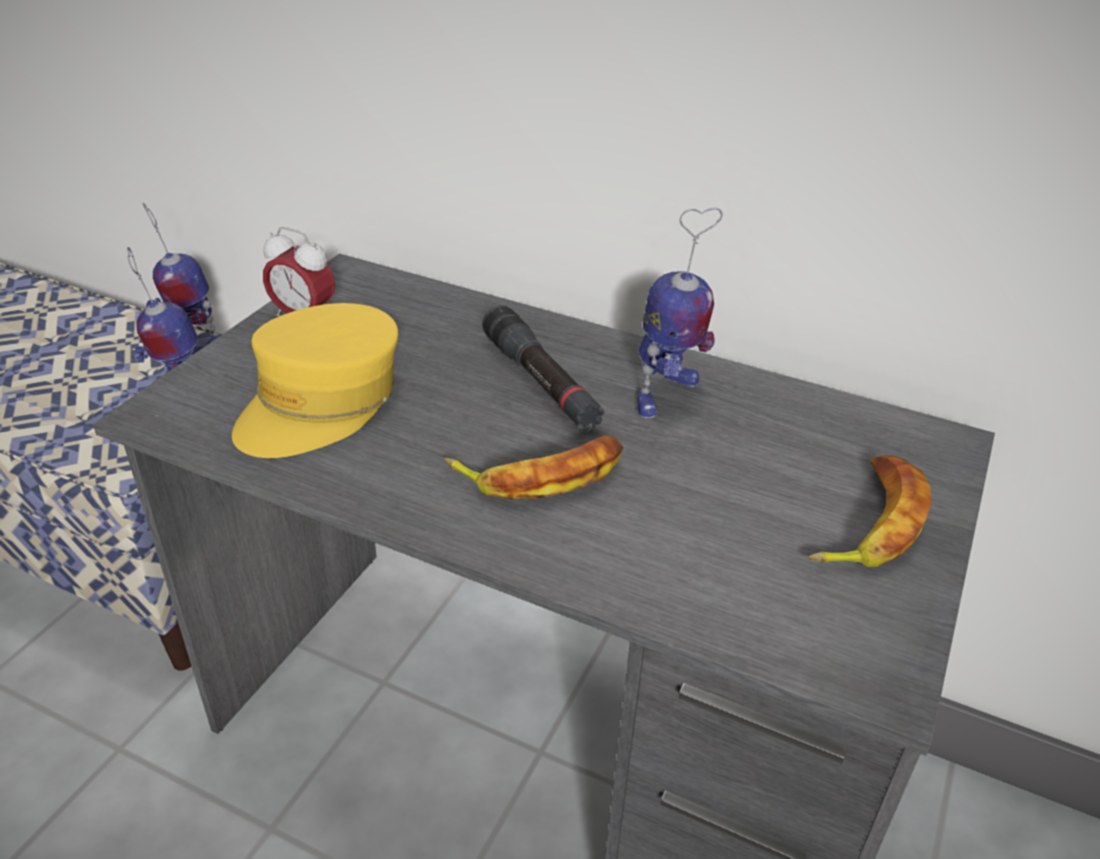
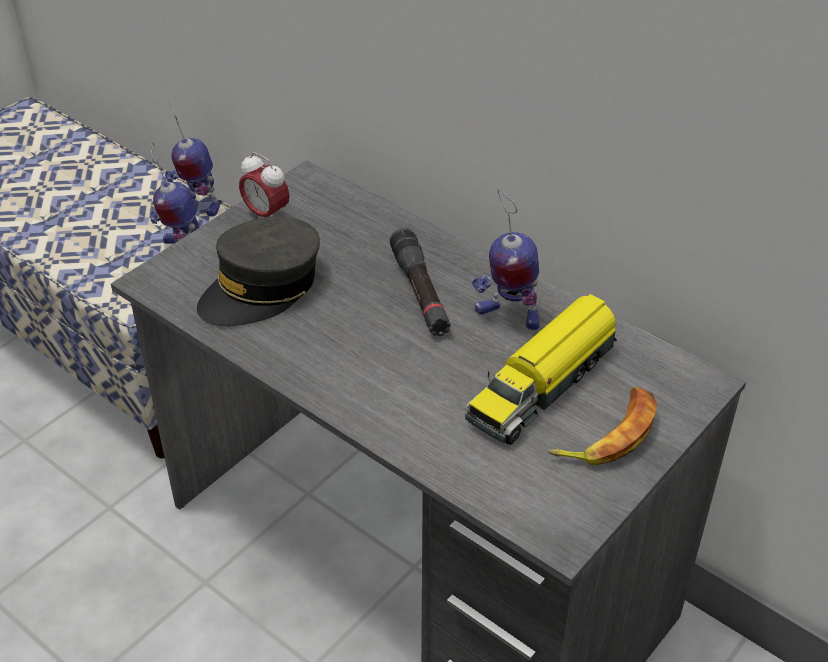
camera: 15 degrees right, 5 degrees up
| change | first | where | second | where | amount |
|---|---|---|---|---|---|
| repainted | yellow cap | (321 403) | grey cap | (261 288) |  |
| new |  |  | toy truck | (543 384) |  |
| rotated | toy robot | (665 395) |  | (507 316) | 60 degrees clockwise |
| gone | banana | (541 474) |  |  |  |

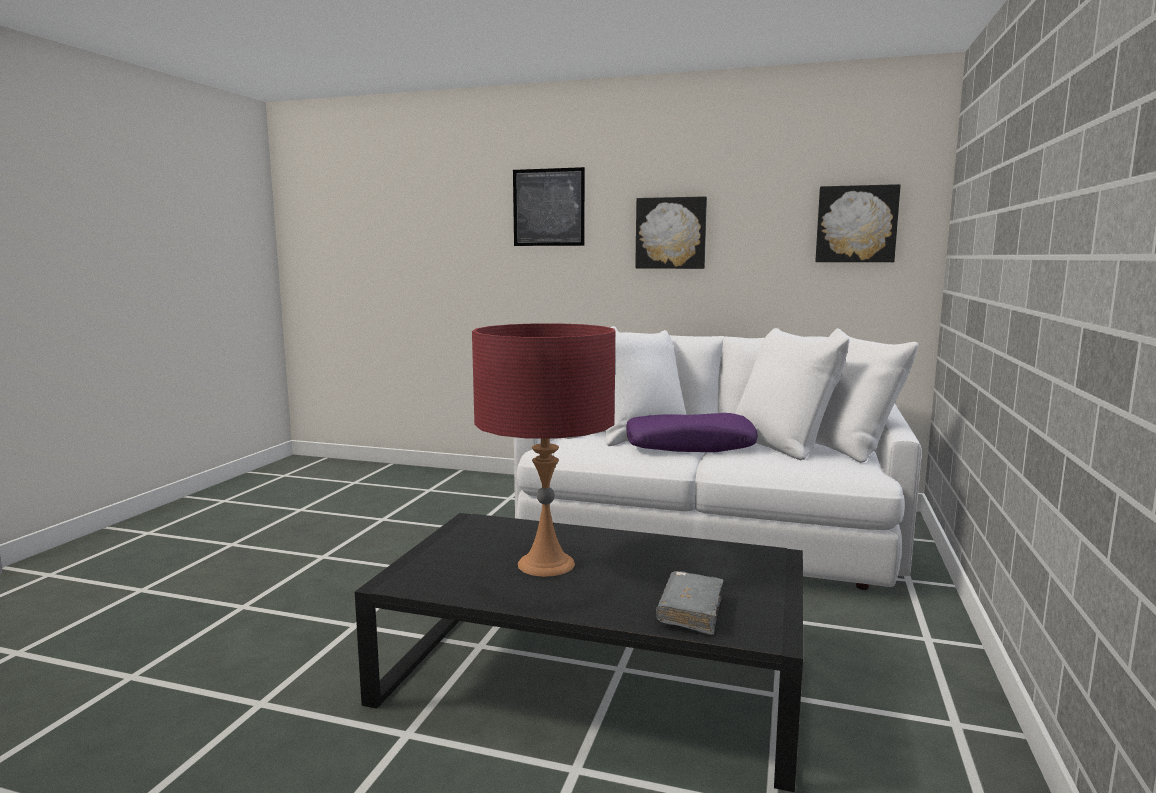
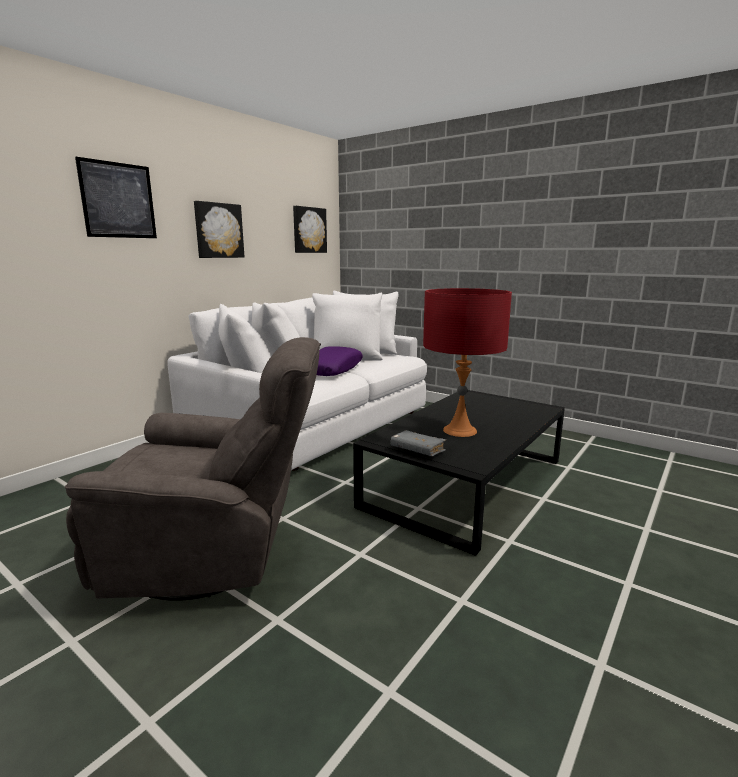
camera: 70 degrees left, 5 degrees up
| change | first | where | second | where | amount |
|---|---|---|---|---|---|
| new |  |  | grey armchair | (215 554) |  |
| shifted | grey book | (690 612) |  | (417 450) |  |

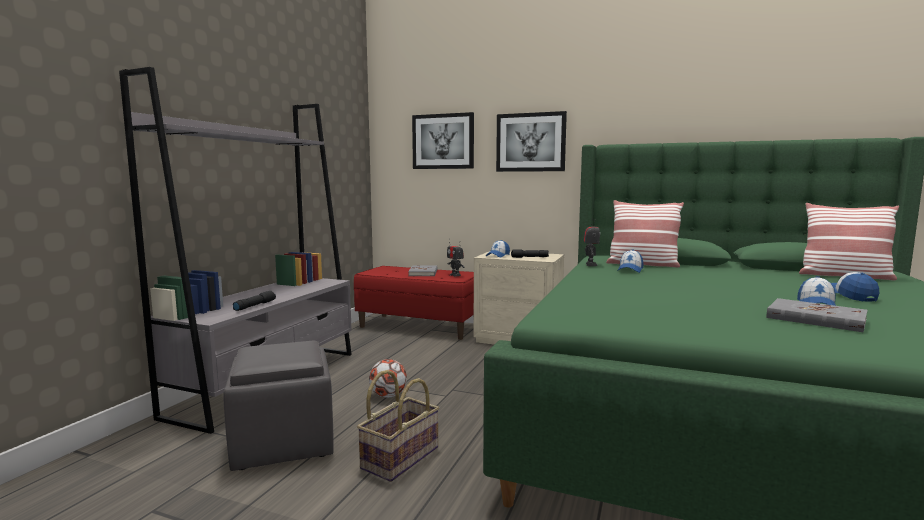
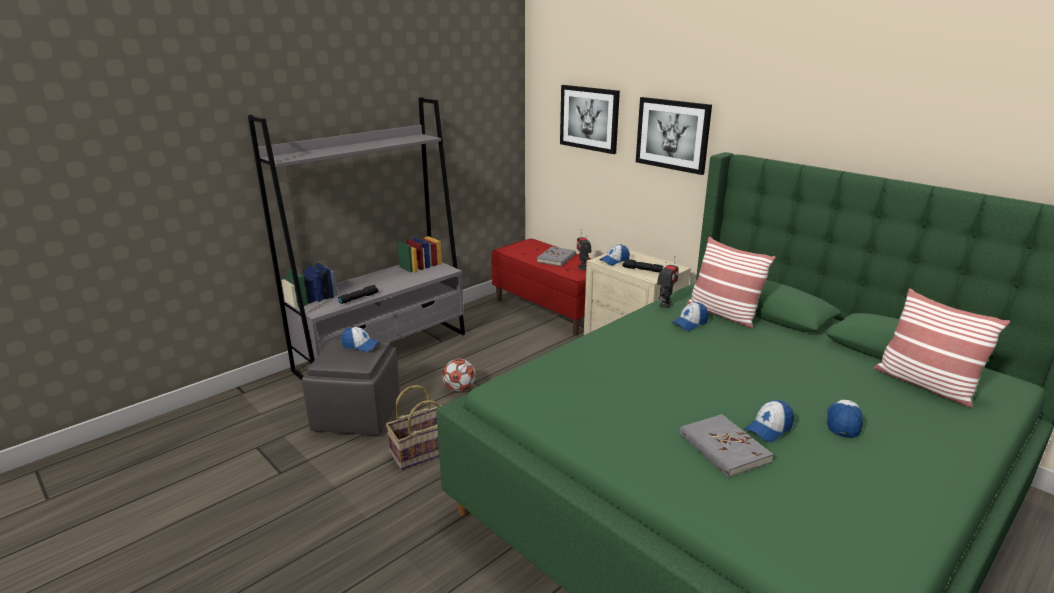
camera: 25 degrees right, 15 degrees up
| change | first | where | second | where | amount |
|---|---|---|---|---|---|
| new |  |  | cap | (360 345) |  |

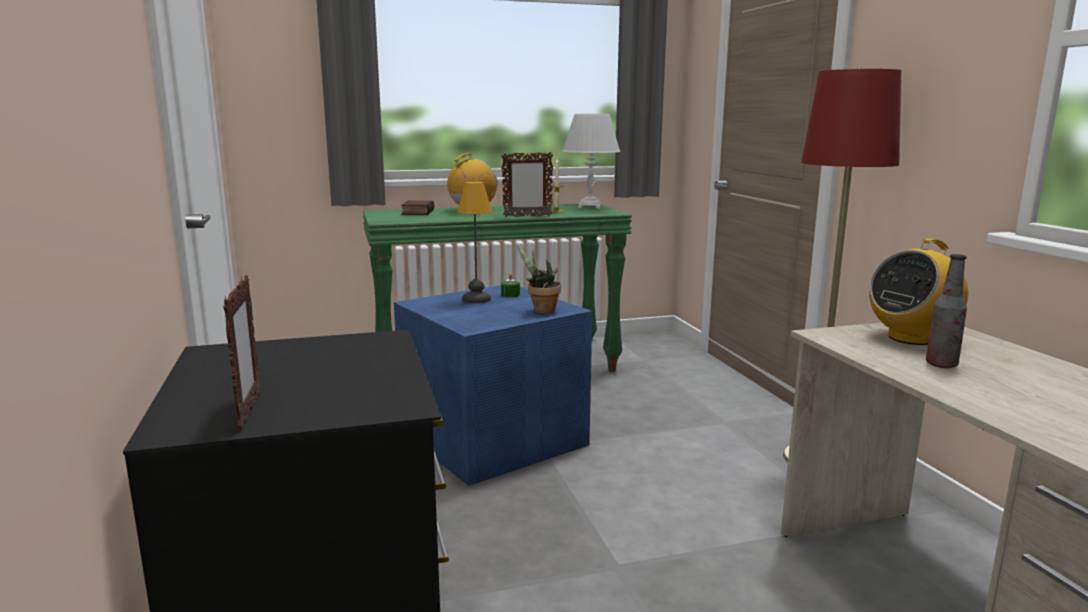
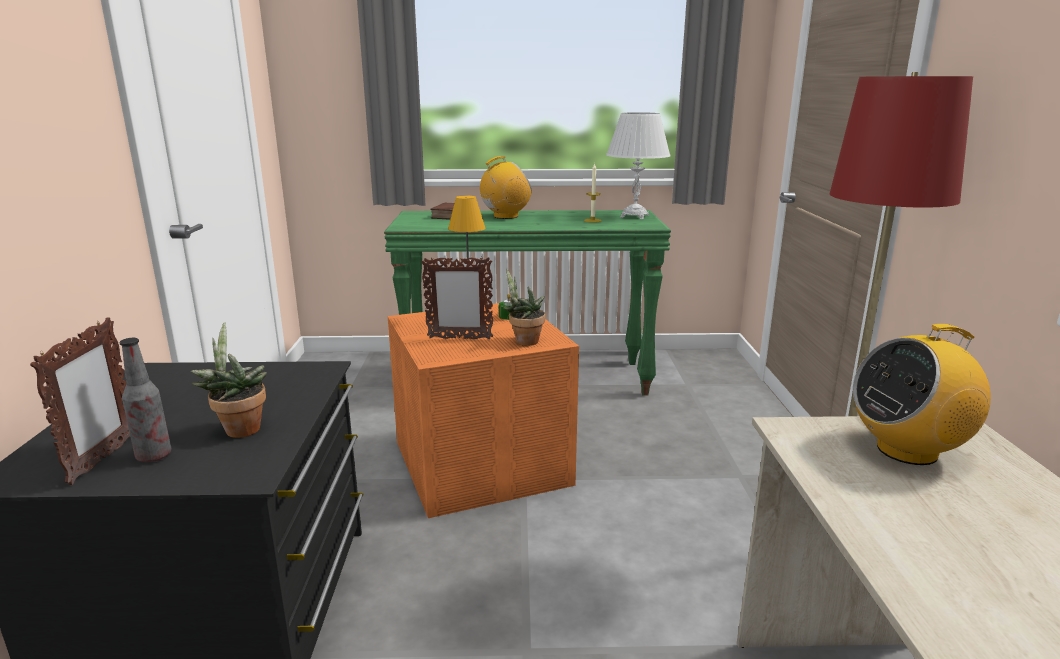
camera: 15 degrees right, 5 degrees up
| change | first | where | second | where | amount |
|---|---|---|---|---|---|
| shifted | bottle | (941 364) |  | (154 456) |  |
| new |  |  | potted plant | (239 428) |  |
| repainted | blue storage box | (489 438) | orange storage box | (478 462) |  |
| shifted | picture frame | (527 216) |  | (459 338) |  |

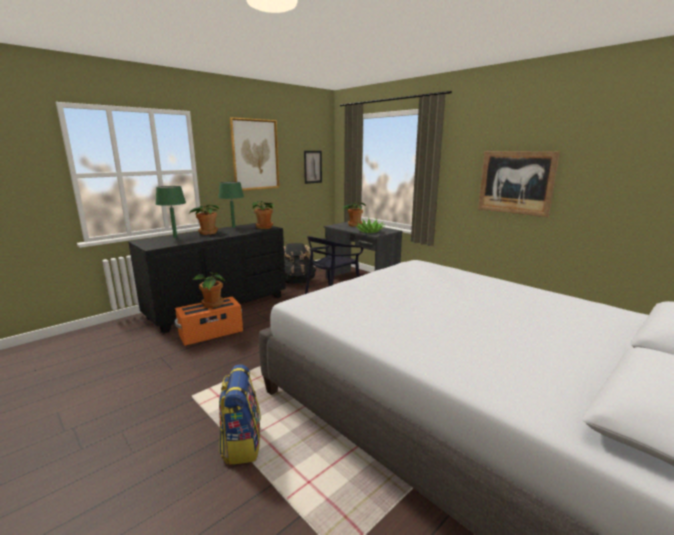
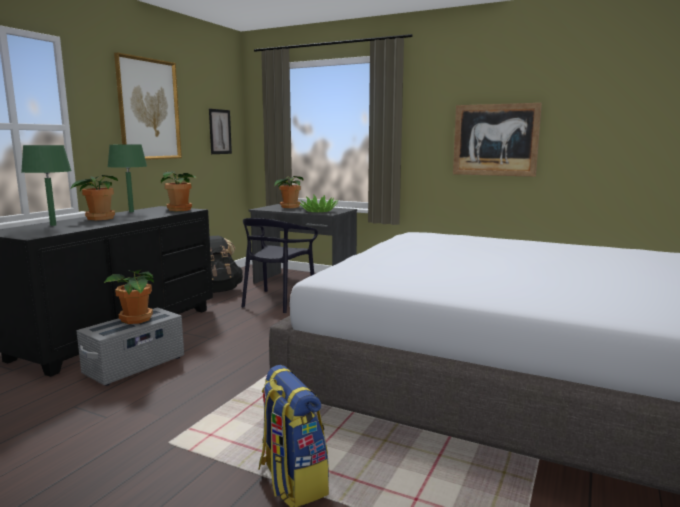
camera: 20 degrees left, 5 degrees down
| change | first | where | second | where | amount |
|---|---|---|---|---|---|
| repainted | orange storage box | (211 334) | grey storage box | (135 366) |  |

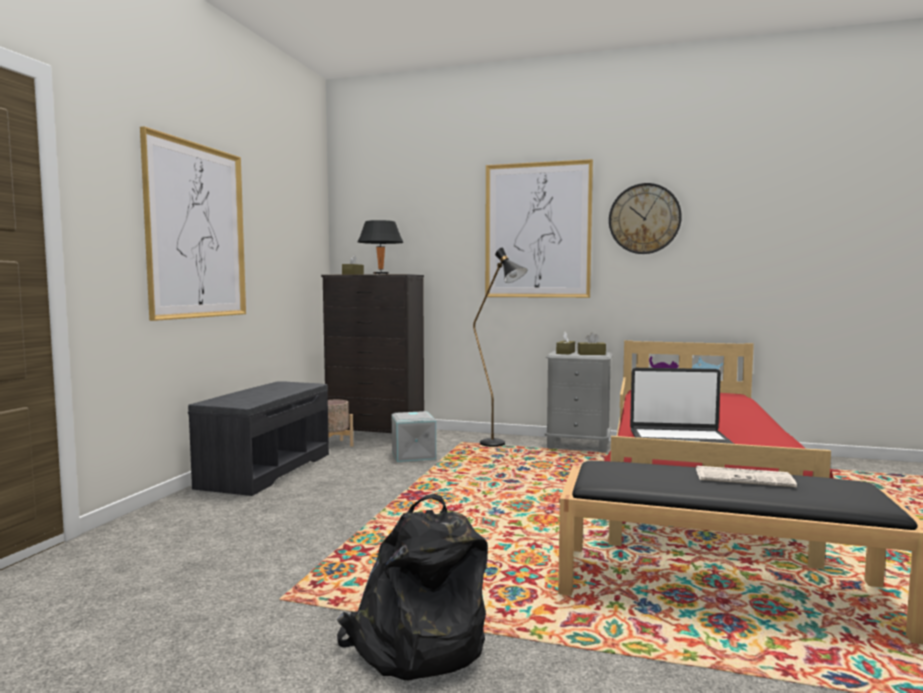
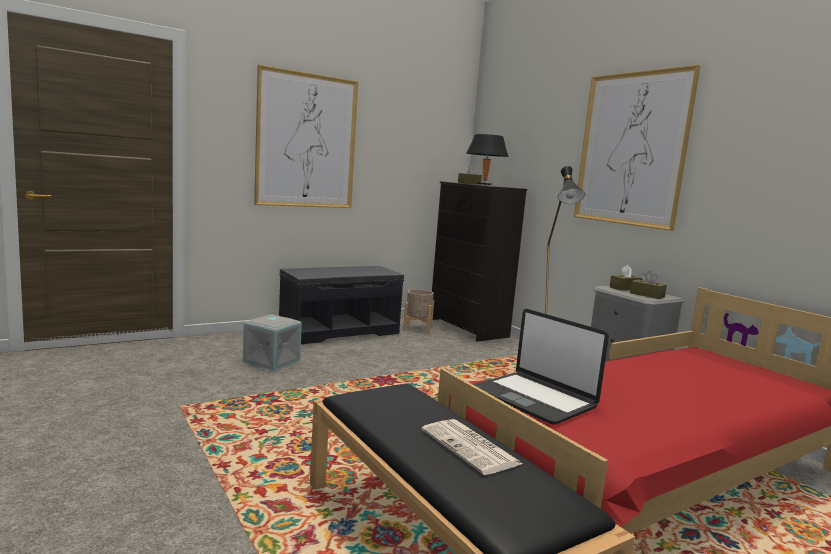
camera: 40 degrees right, 5 degrees up
| change | first | where | second | where | amount |
|---|---|---|---|---|---|
| shifted | grey storage box | (412 455) |  | (271 360) |  |
| gone | black backpack | (416 644) |  |  |  |
| gone | wall clock | (644 219) |  |  |  |

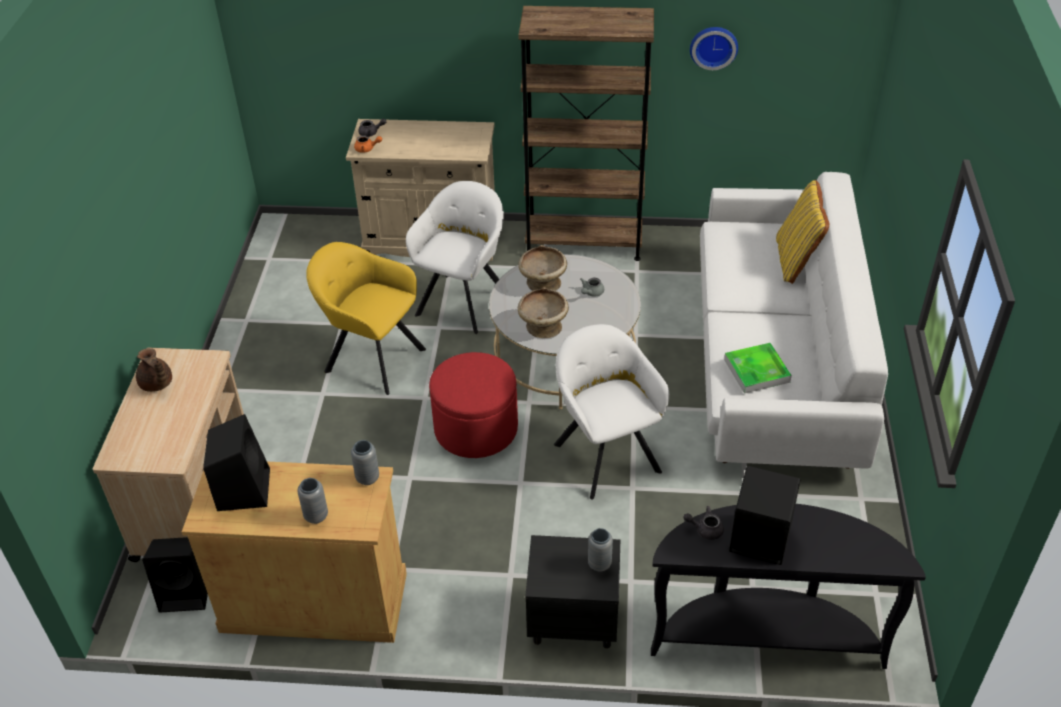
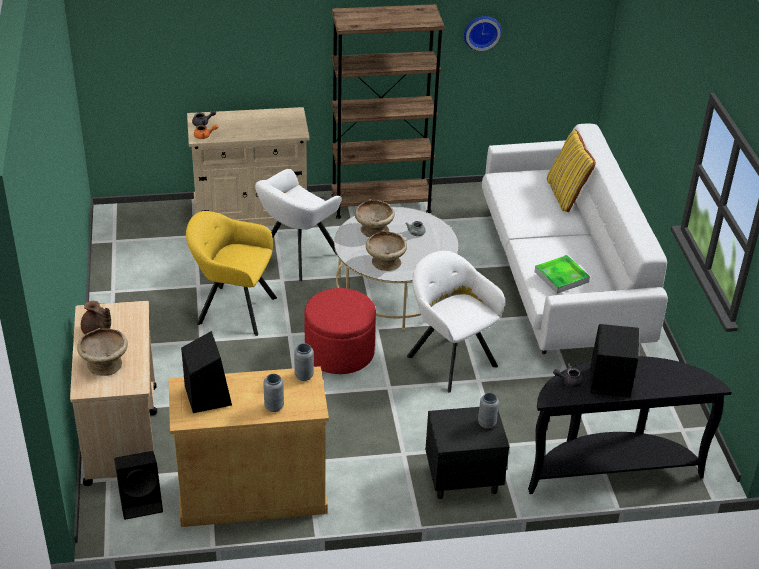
camera: 15 degrees left, 5 degrees down
| change | first | where | second | where | amount |
|---|---|---|---|---|---|
| new |  |  | beige bowl | (105 364) |  |
| rotated | white armchair | (464 300) |  | (296 256) | 150 degrees counterclockwise |

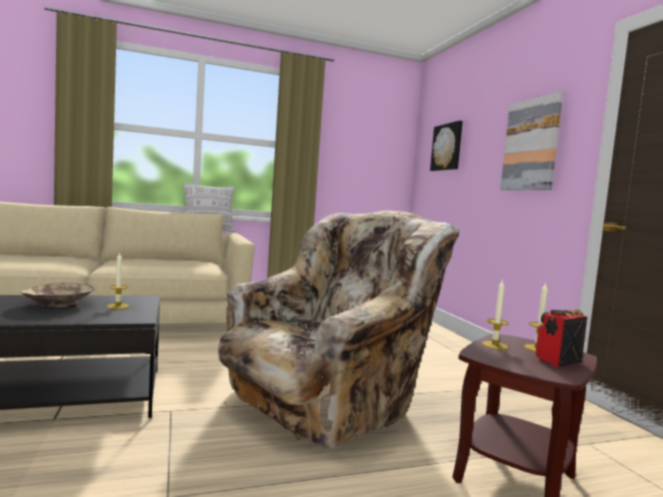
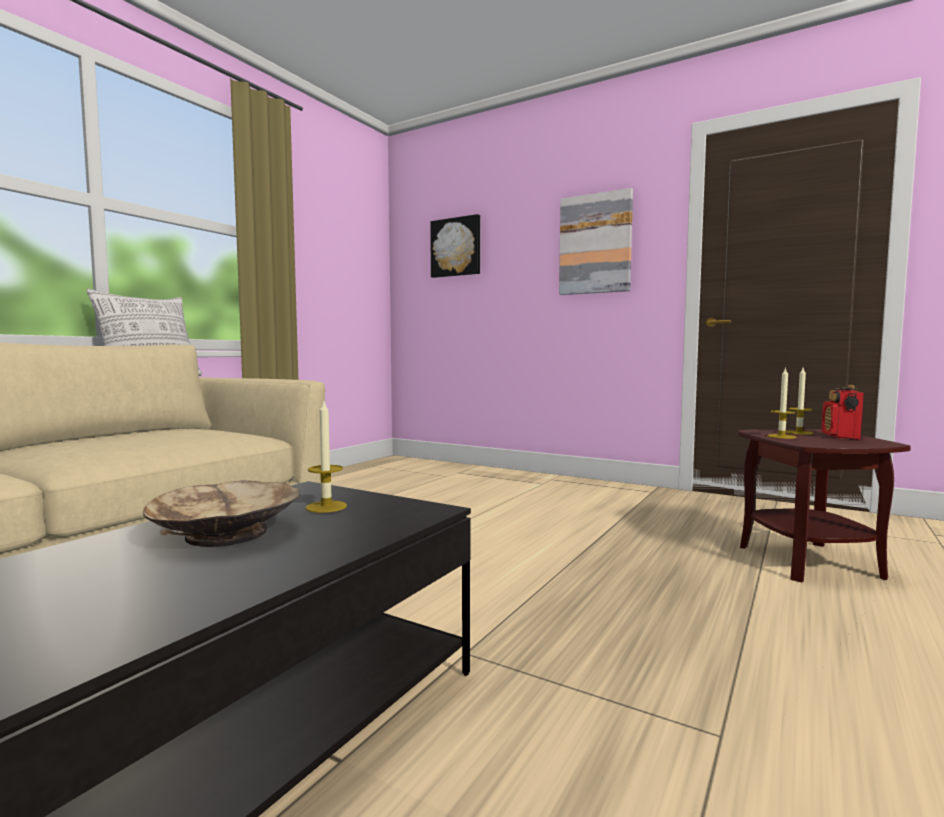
camera: 40 degrees left, 0 degrees up
| change | first | where | second | where | amount |
|---|---|---|---|---|---|
| gone | beige armchair | (330 400) |  |  |  |

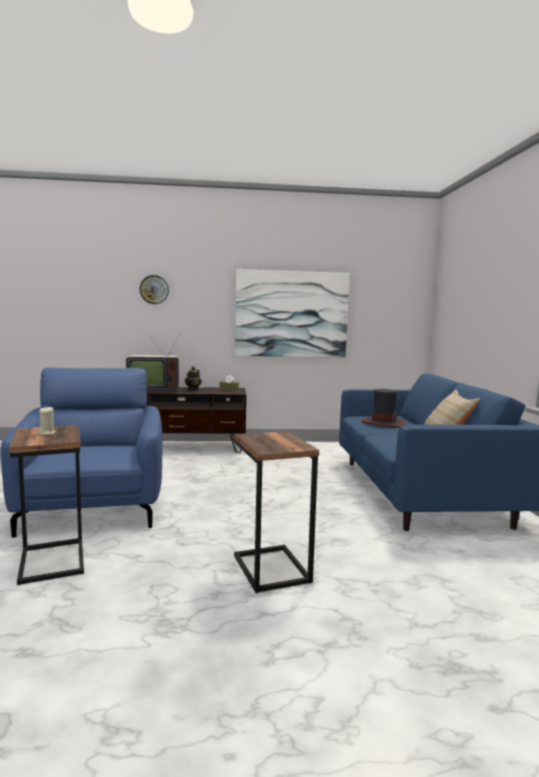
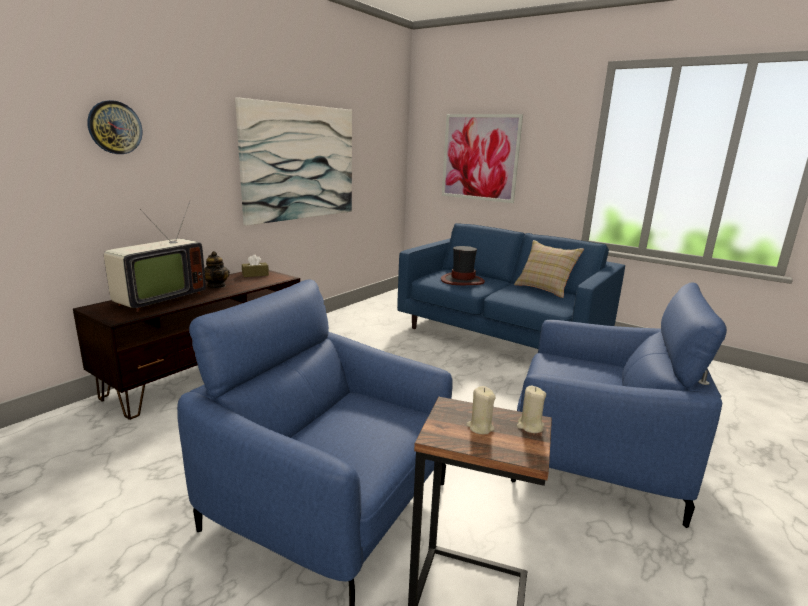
camera: 50 degrees left, 10 degrees up
| change | first | where | second | where | amount |
|---|---|---|---|---|---|
| new |  |  | picture | (480 157) |  |
| swapped | side table | (270 569) | blue armchair | (594 456) |  |
| new |  |  | beige candle | (530 426) |  |

